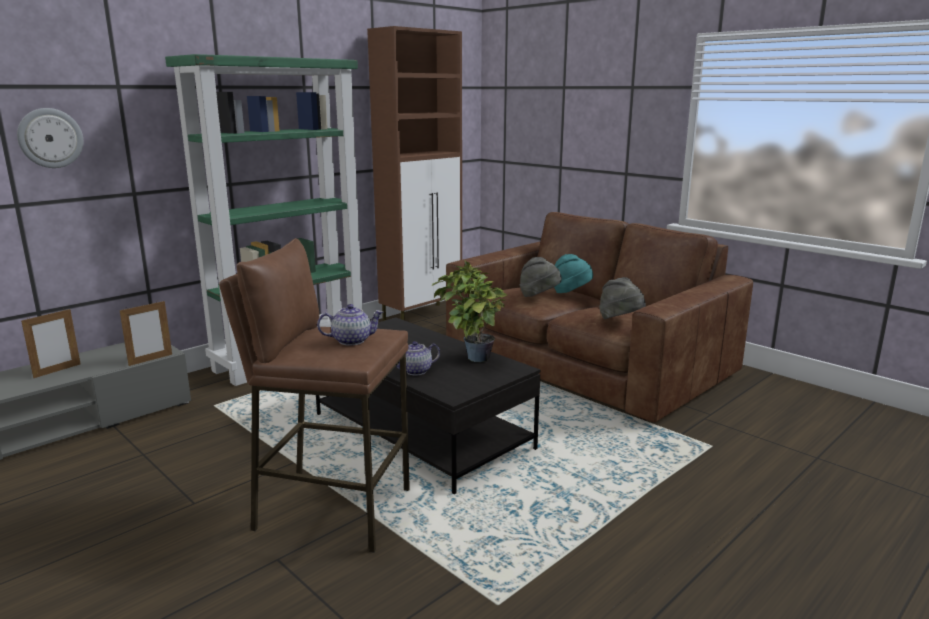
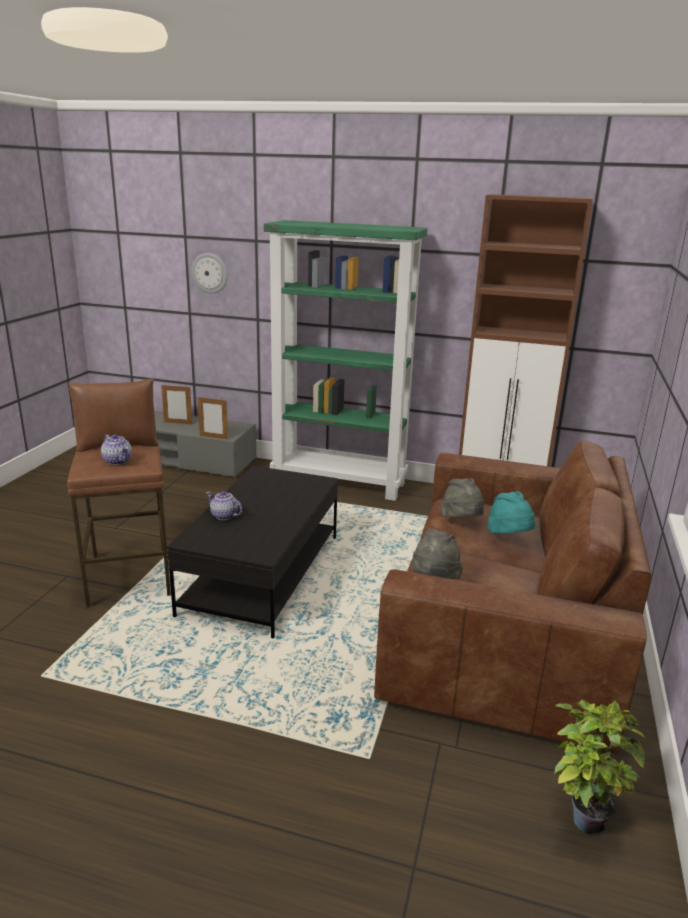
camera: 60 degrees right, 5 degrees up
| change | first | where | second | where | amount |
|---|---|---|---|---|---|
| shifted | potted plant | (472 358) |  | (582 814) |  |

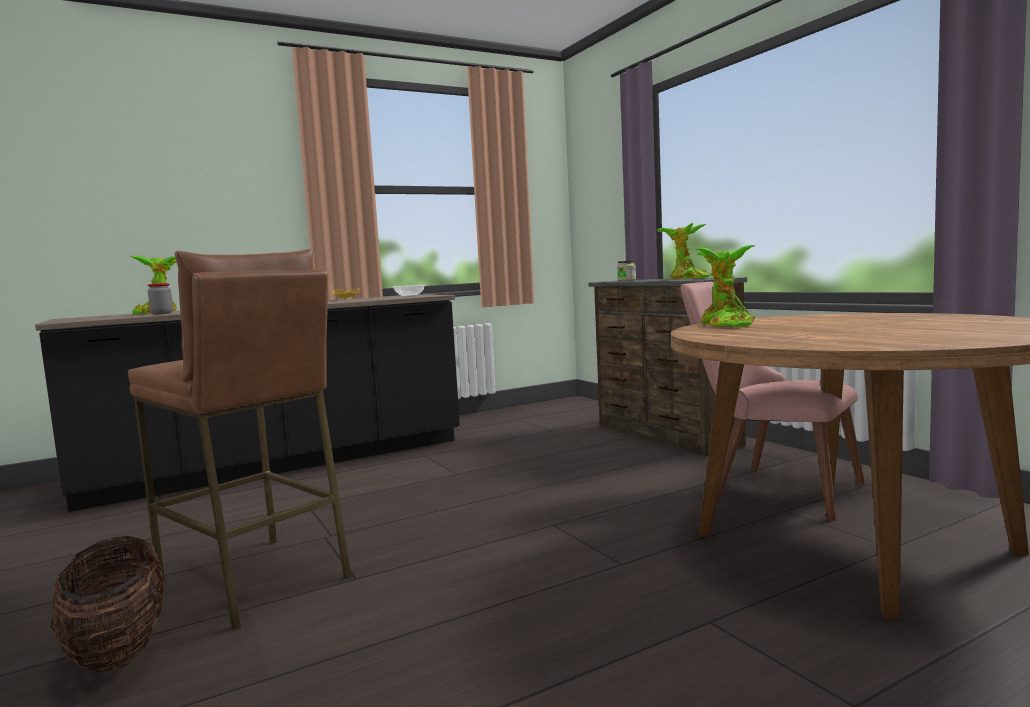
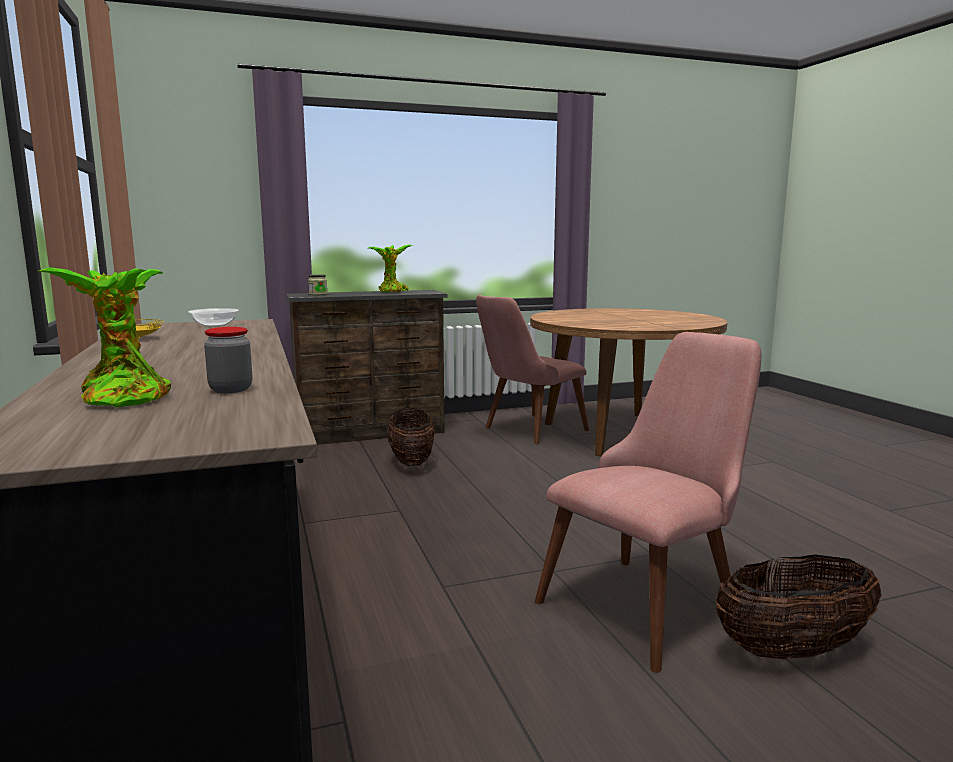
camera: 80 degrees left, 5 degrees up
| change | first | where | second | where | amount |
|---|---|---|---|---|---|
| new |  |  | basket | (411 461) |  |
| swapped | brown stool | (255 580) | pink chair | (651 599) |  |
| gone | potted plant | (725 325) |  |  |  |

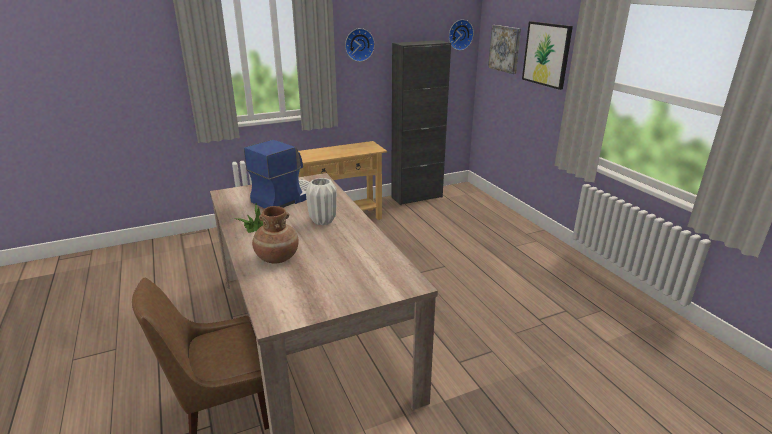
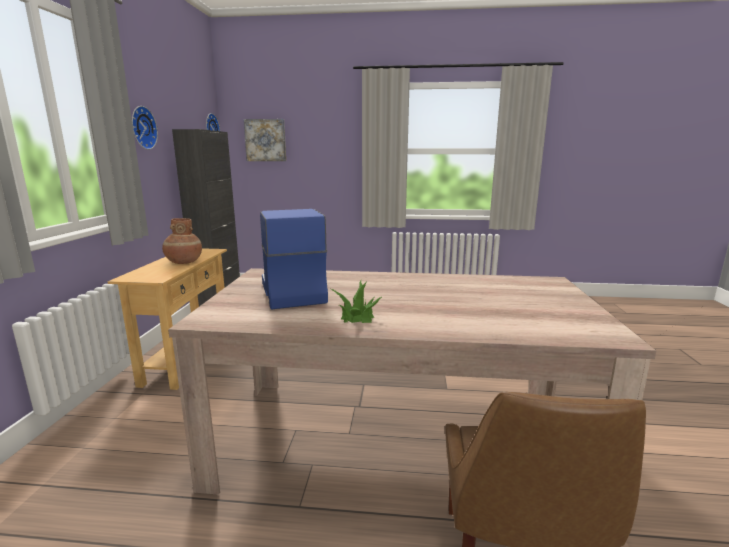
camera: 60 degrees left, 10 degrees down
| change | first | where | second | where | amount |
|---|---|---|---|---|---|
| shifted | brown vase | (277 257) |  | (183 262) |  |
| gone | white vase | (323 221) |  |  |  |
| gone | picture | (546 54) |  |  |  |

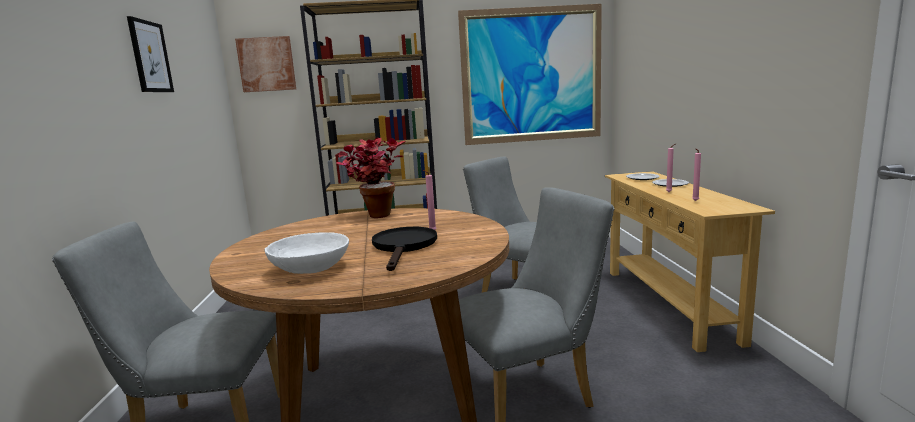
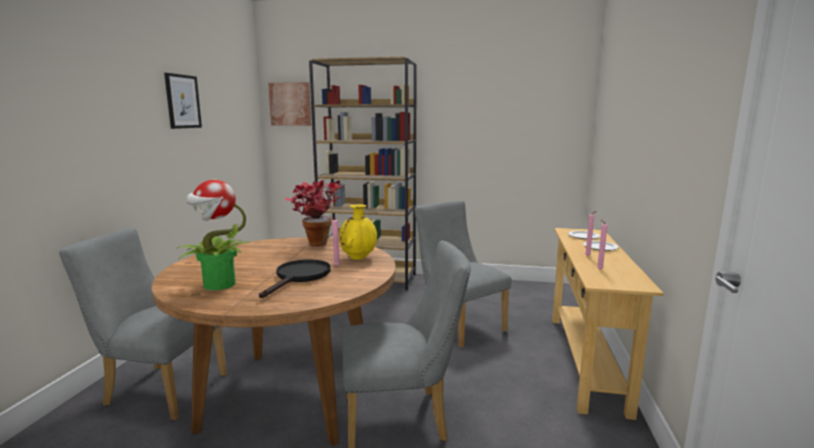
camera: 15 degrees right, 0 degrees up
| change | first | where | second | where | amount |
|---|---|---|---|---|---|
| swapped | white bowl | (310 268) | potted plant | (218 285) |  |
| new |  |  | yellow vase | (358 257) |  |
| gone | picture | (531 75) |  |  |  |

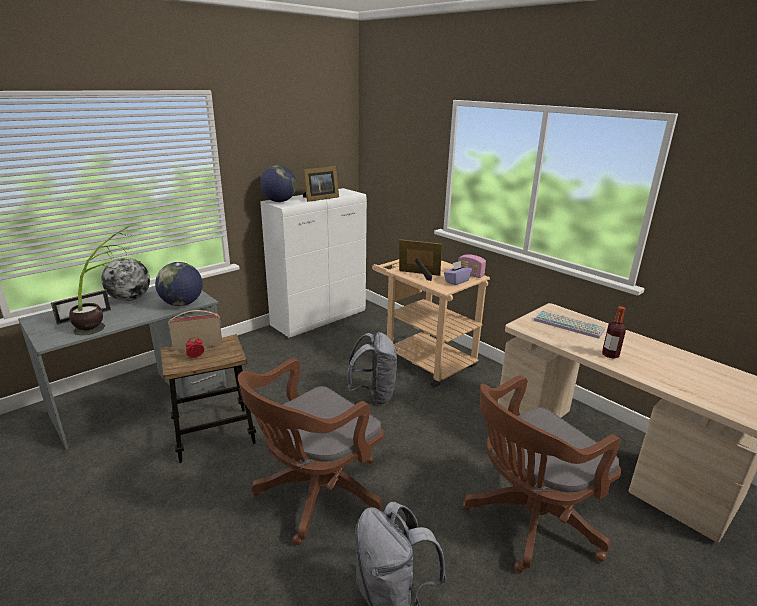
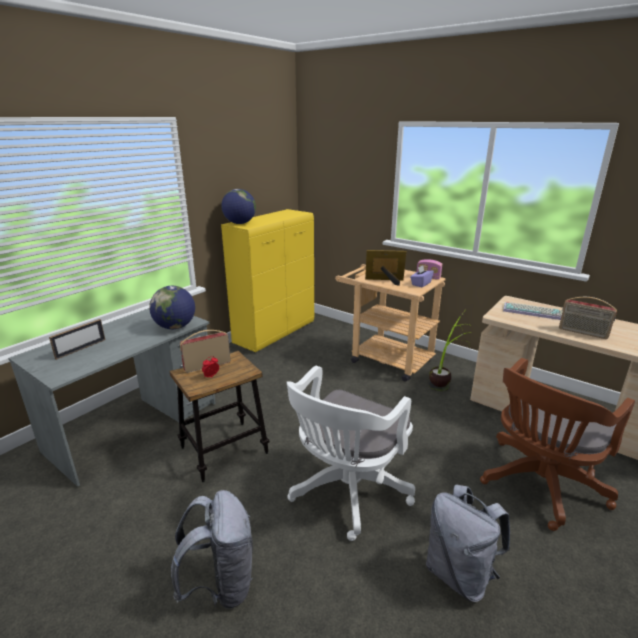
camera: 10 degrees left, 0 degrees up
| change | first | where | second | where | amount |
|---|---|---|---|---|---|
| shifted | grey backpack | (374 395) |  | (221 584) |  |
| repainted | white cabinet | (320 319) | yellow cabinet | (275 332) |  |
| repainted | brown office chair | (315 495) | white office chair | (346 492) |  |
| shifted | potted plant | (108 324) |  | (445 380) |  |
| swapped | bottle | (610 355) | radio | (582 333) |  |
| gone | globe | (130 299) |  |  |  |
| gone | picture frame | (319 198) |  |  |  |

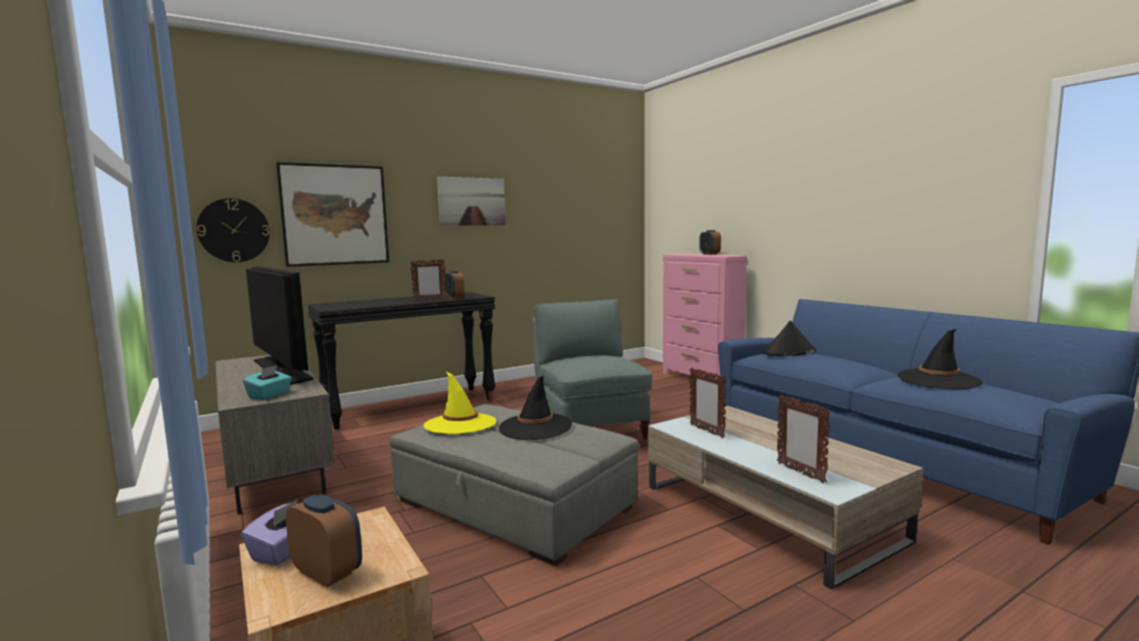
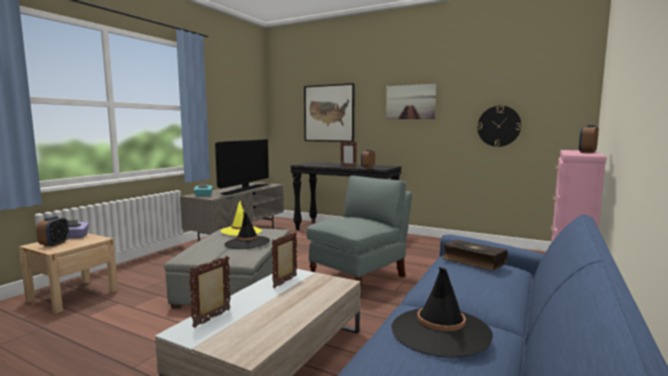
camera: 60 degrees right, 0 degrees up
| change | first | where | second | where | amount |
|---|---|---|---|---|---|
| swapped | black hat | (789 352) | book | (473 261) |  |
| shifted | wall clock | (234 230) |  | (498 126) |  |

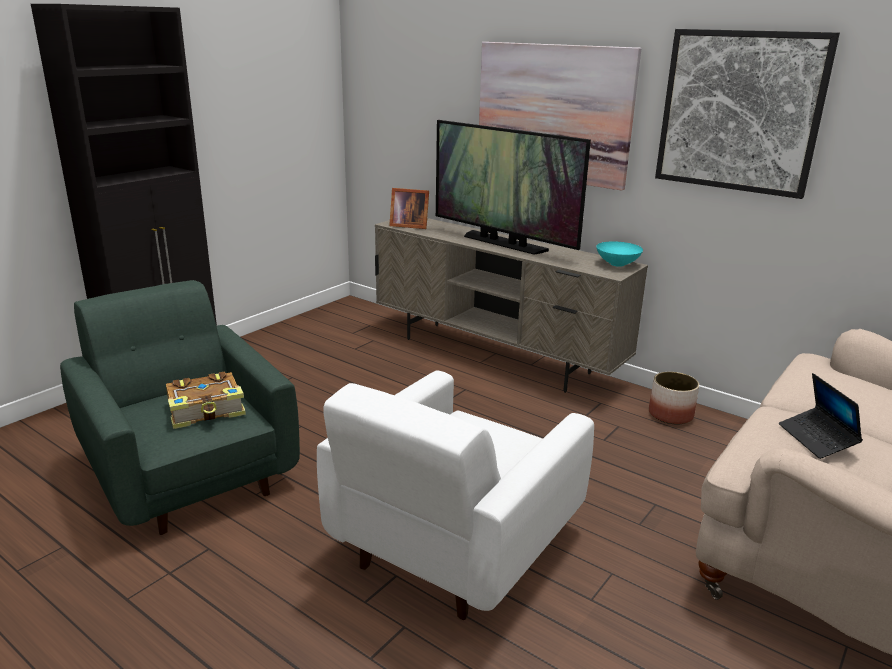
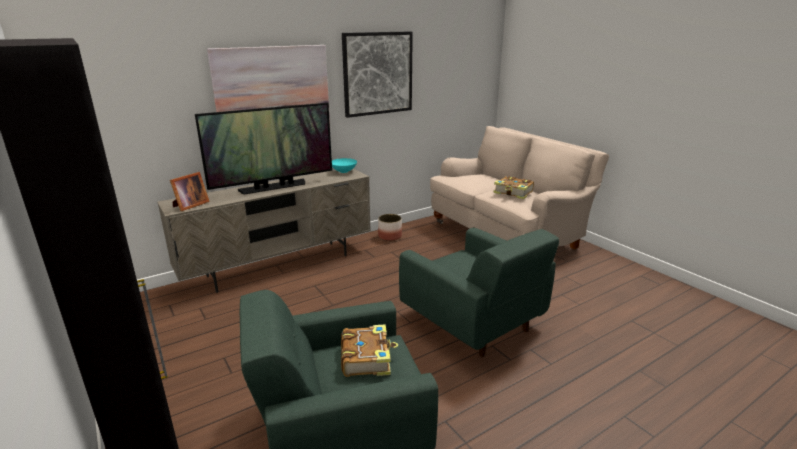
camera: 70 degrees left, 0 degrees up
| change | first | where | second | where | amount |
|---|---|---|---|---|---|
| repainted | white armchair | (453 546) | green armchair | (473 322) |  |
| swapped | laptop | (817 439) | book | (513 193) |  |

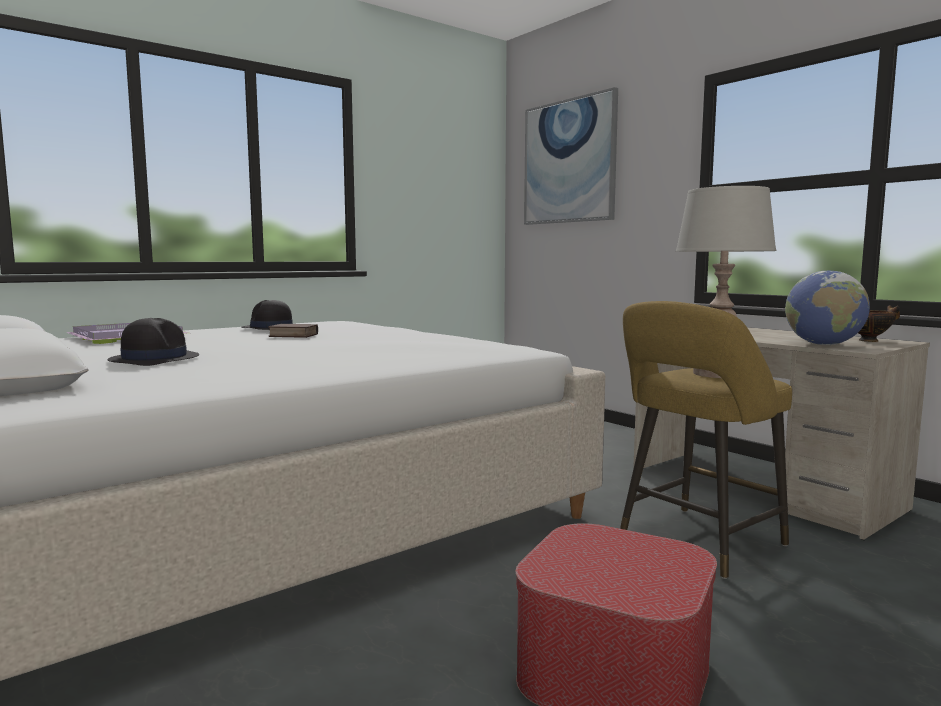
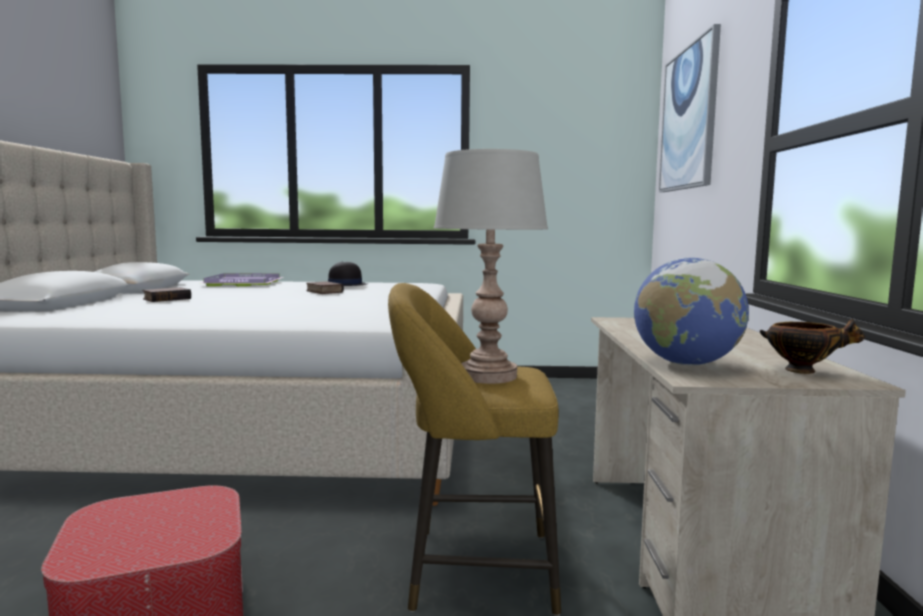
camera: 40 degrees right, 0 degrees up
| change | first | where | second | where | amount |
|---|---|---|---|---|---|
| swapped | black hat | (154 359) | book | (167 299) |  |

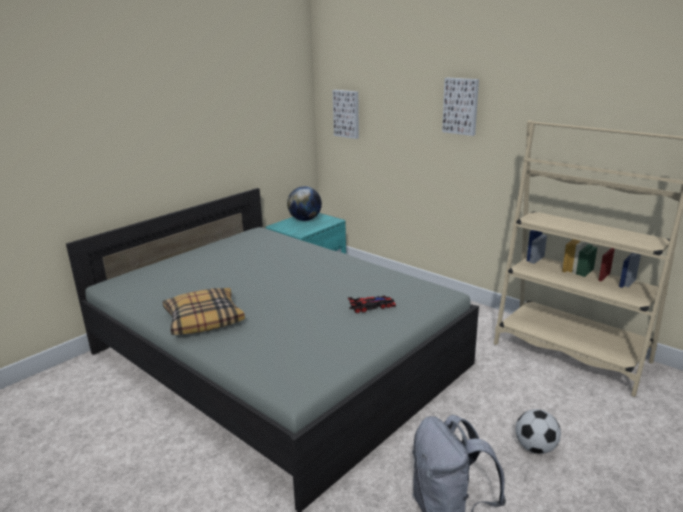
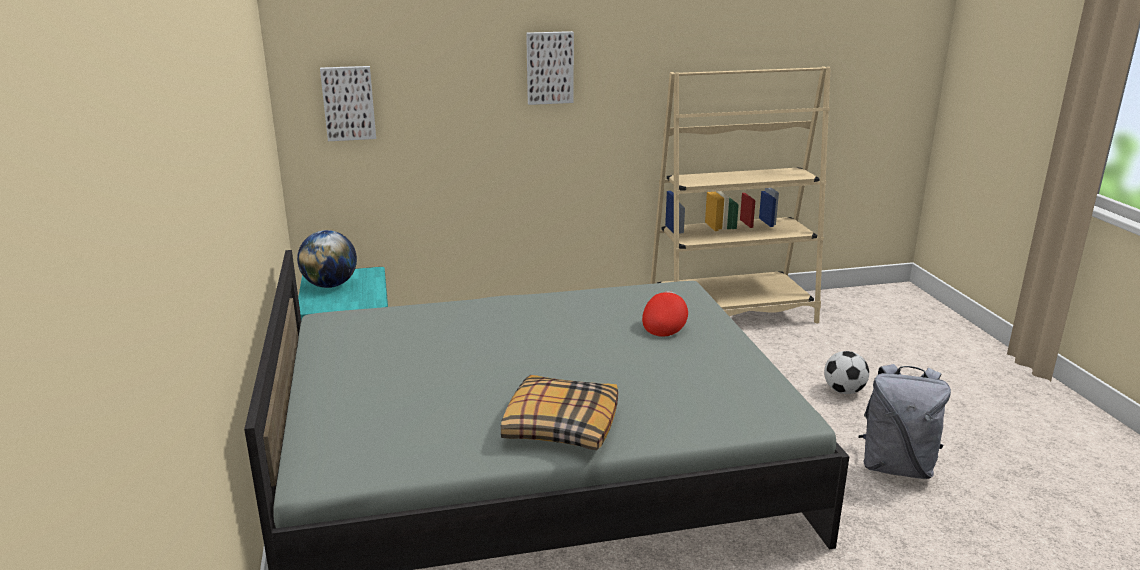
camera: 55 degrees left, 0 degrees up
| change | first | where | second | where | amount |
|---|---|---|---|---|---|
| swapped | toy car | (372 306) | red cap | (665 324) |  |

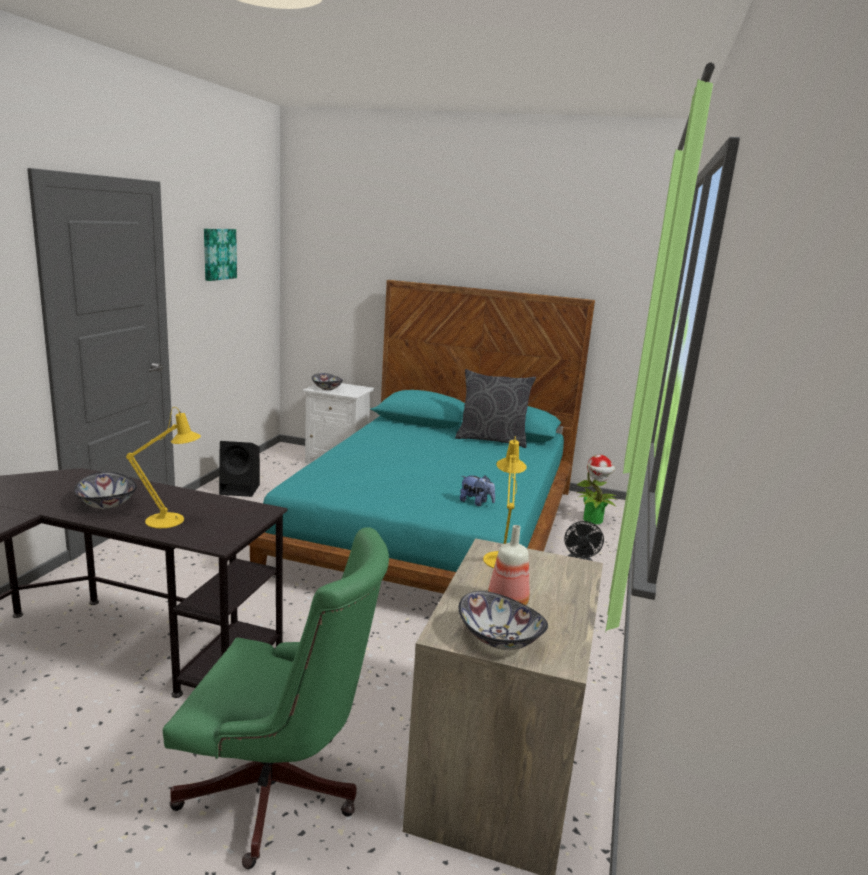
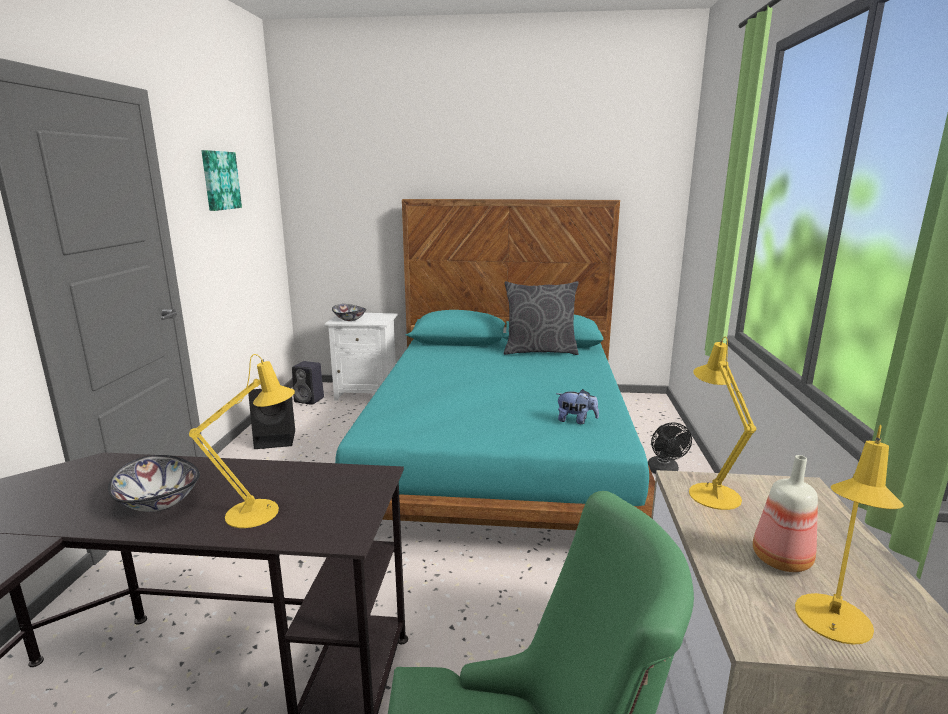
camera: 10 degrees left, 0 degrees up
| change | first | where | second | where | amount |
|---|---|---|---|---|---|
| new |  |  | black speaker | (310 400) |  |
| swapped | bowl | (500 639) | yellow table lamp | (832 624) |  |
| gone | potted plant | (593 520) |  |  |  |

